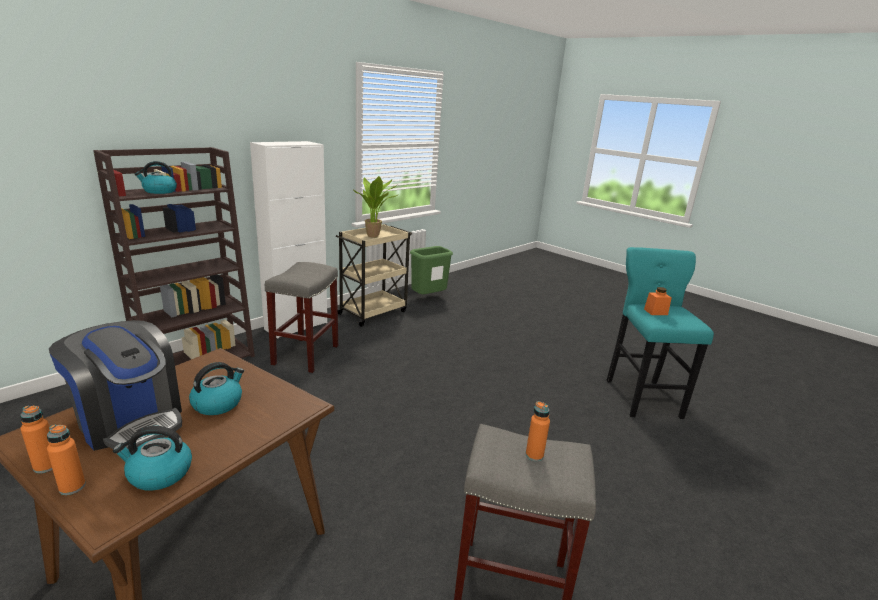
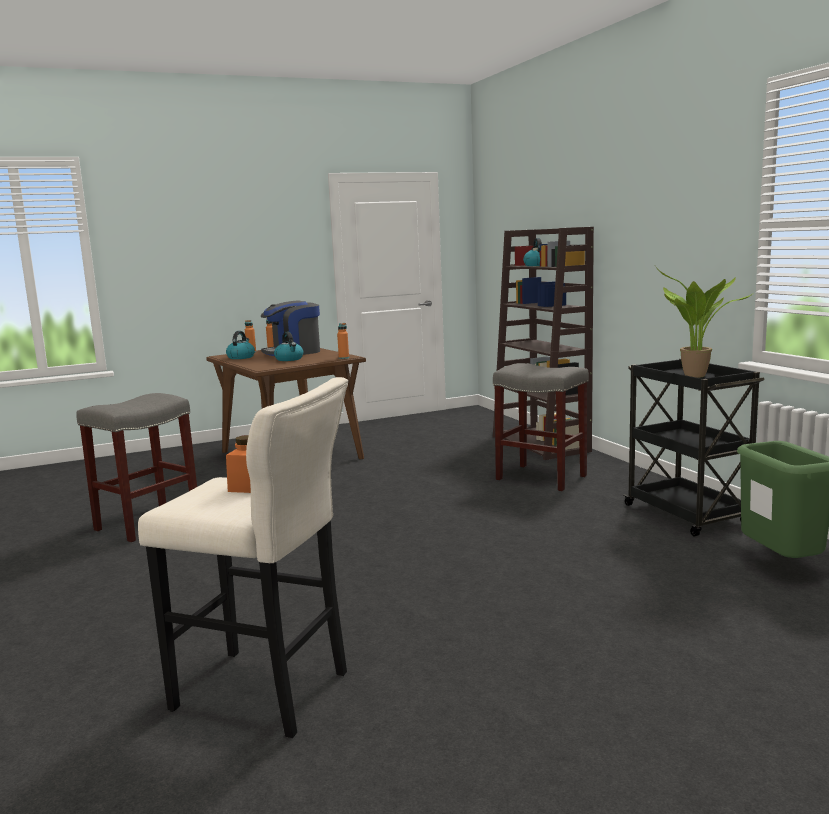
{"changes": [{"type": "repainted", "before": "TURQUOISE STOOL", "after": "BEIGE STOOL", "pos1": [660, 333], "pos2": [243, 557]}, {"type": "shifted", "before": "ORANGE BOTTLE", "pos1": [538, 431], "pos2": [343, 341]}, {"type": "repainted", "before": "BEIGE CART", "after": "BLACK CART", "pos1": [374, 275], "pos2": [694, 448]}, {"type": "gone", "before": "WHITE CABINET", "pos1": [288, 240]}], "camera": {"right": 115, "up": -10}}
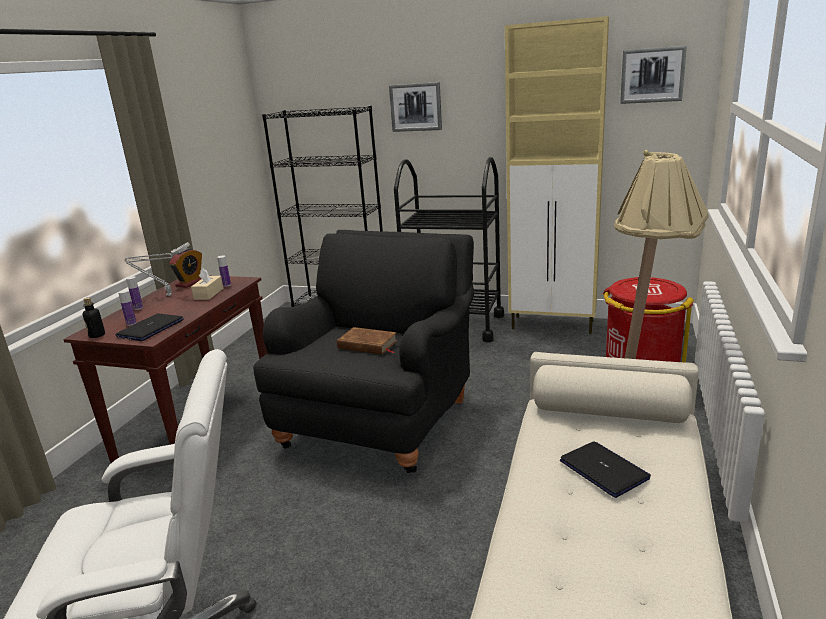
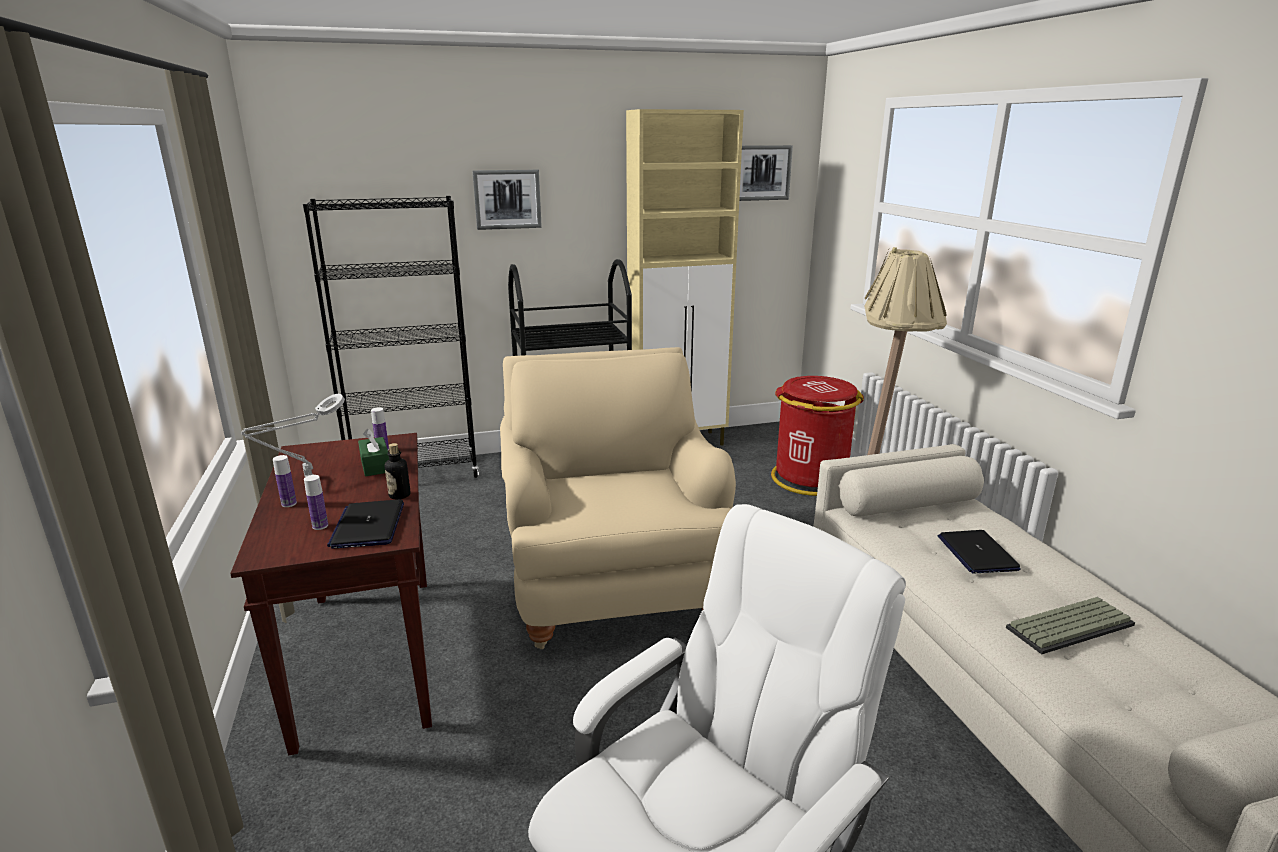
{"changes": [{"type": "repainted", "before": "BEIGE TISSUE BOX", "after": "GREEN TISSUE BOX", "pos1": [207, 284], "pos2": [373, 452]}, {"type": "shifted", "before": "BOTTLE", "pos1": [93, 317], "pos2": [397, 471]}, {"type": "repainted", "before": "BLACK ARMCHAIR", "after": "BEIGE ARMCHAIR", "pos1": [363, 351], "pos2": [618, 498]}, {"type": "rotated", "before": "LAPTOP", "pos1": [605, 469], "pos2": [979, 552], "turn": -120}, {"type": "new", "after": "KEYBOARD", "pos2": [1070, 625]}, {"type": "gone", "before": "ALARM CLOCK", "pos1": [185, 268]}, {"type": "gone", "before": "BROWN BOOK", "pos1": [367, 341]}], "camera": {"right": -35, "up": 0}}
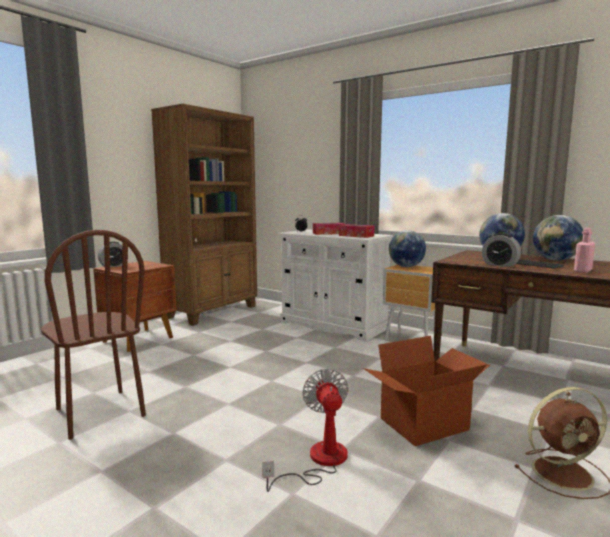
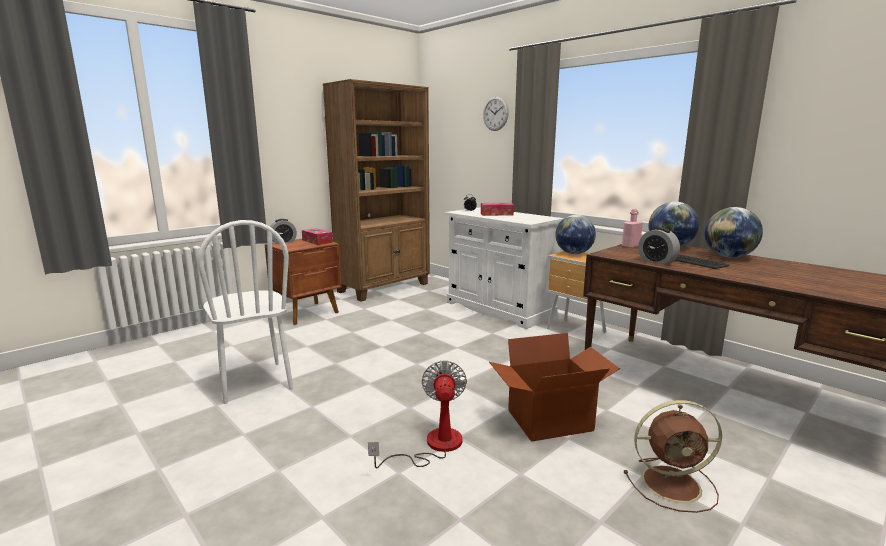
{"changes": [{"type": "repainted", "before": "BROWN CHAIR", "after": "WHITE CHAIR", "pos1": [93, 335], "pos2": [245, 312]}, {"type": "shifted", "before": "TISSUE BOX", "pos1": [357, 231], "pos2": [317, 236]}, {"type": "new", "after": "WALL CLOCK", "pos2": [496, 113]}, {"type": "shifted", "before": "PINK BOTTLE", "pos1": [584, 250], "pos2": [632, 228]}], "camera": {"right": 10, "up": 5}}
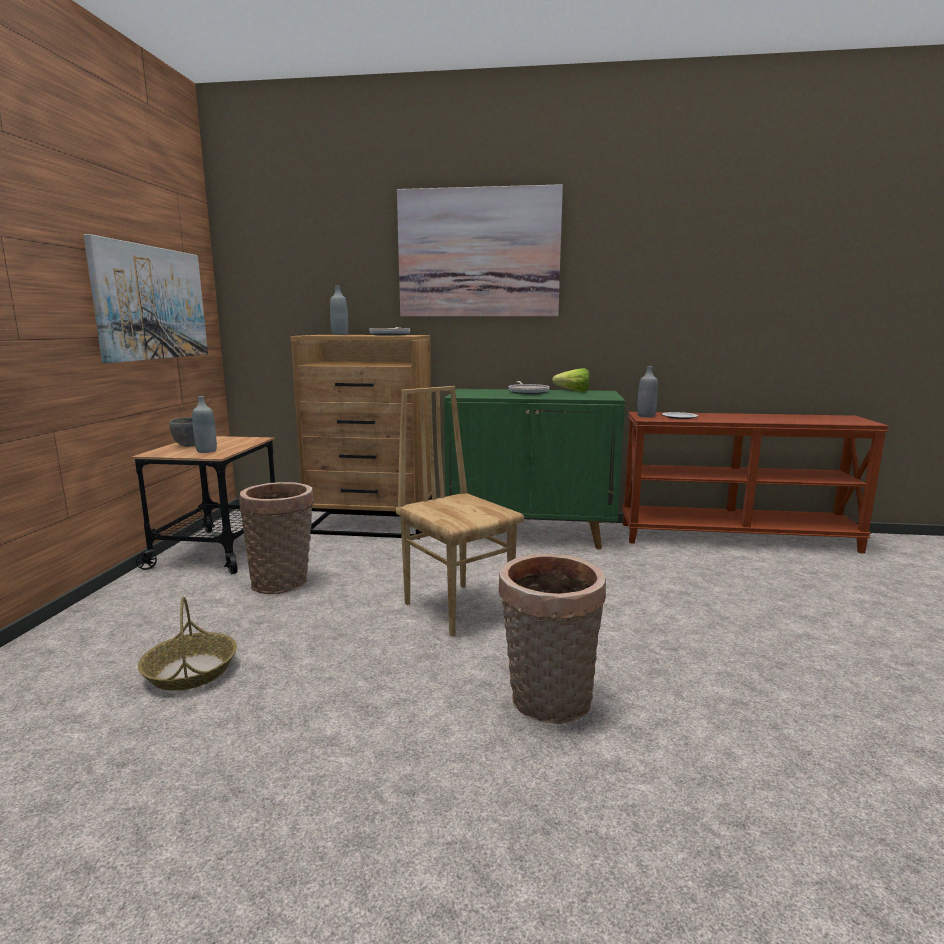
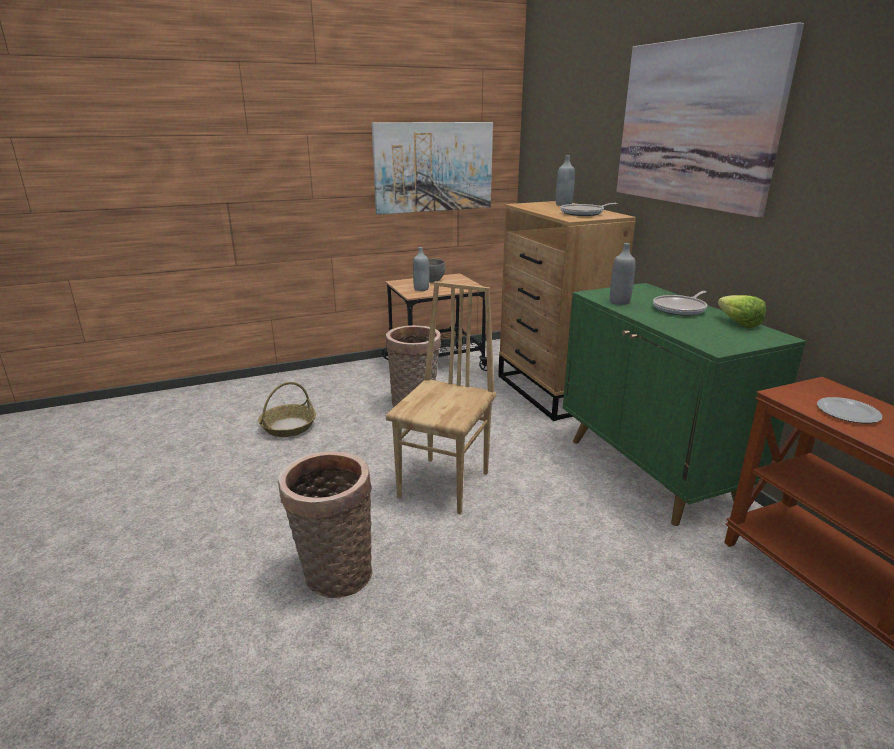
{"changes": [{"type": "shifted", "before": "GREY BOTTLE", "pos1": [647, 391], "pos2": [622, 274]}], "camera": {"right": 60, "up": 10}}
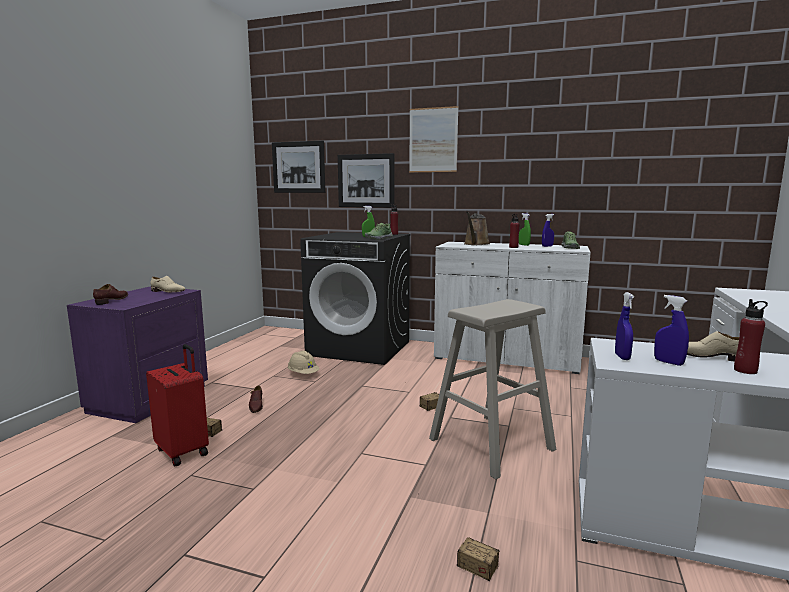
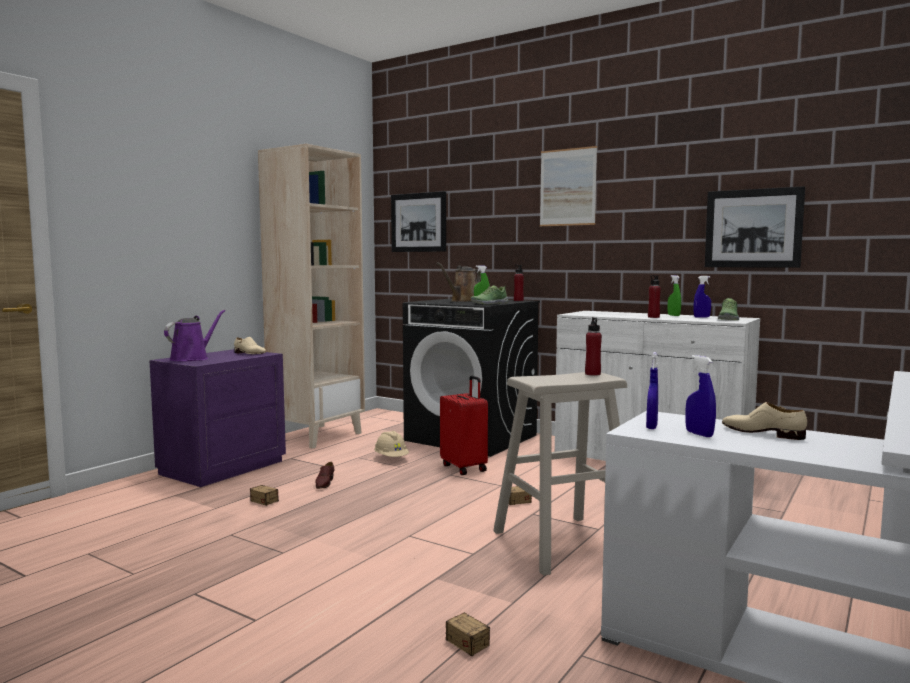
{"changes": [{"type": "swapped", "before": "BROWN SHOE", "after": "PURPLE WATERING CAN", "pos1": [110, 294], "pos2": [194, 335]}, {"type": "new", "after": "BEIGE BOOKCASE", "pos2": [311, 296]}, {"type": "shifted", "before": "BROWN WATERING CAN", "pos1": [477, 228], "pos2": [459, 282]}, {"type": "shifted", "before": "RED SUITCASE", "pos1": [177, 405], "pos2": [464, 425]}, {"type": "shifted", "before": "RED BOTTLE", "pos1": [751, 336], "pos2": [593, 346]}, {"type": "shifted", "before": "PICTURE", "pos1": [366, 180], "pos2": [755, 227]}], "camera": {"right": 15, "up": -5}}
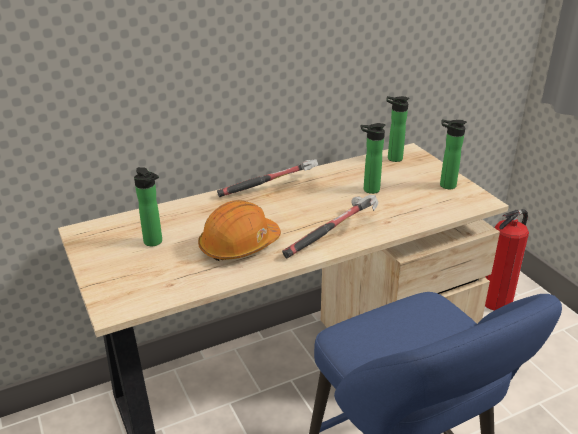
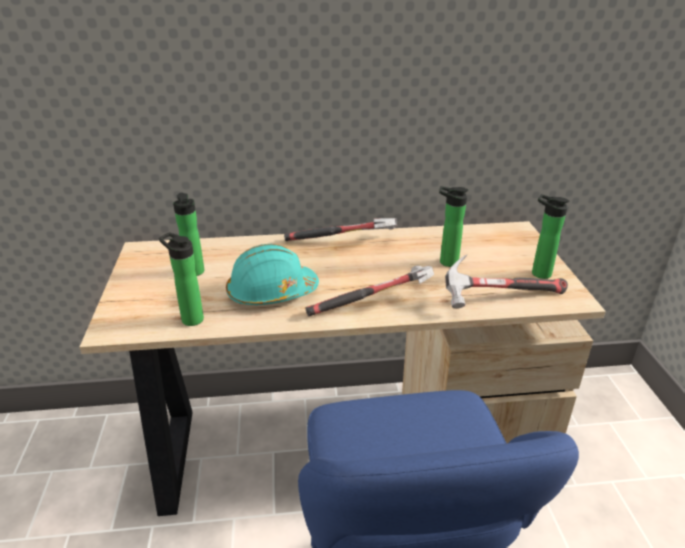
{"changes": [{"type": "shifted", "before": "BOTTLE", "pos1": [398, 129], "pos2": [181, 279]}, {"type": "repainted", "before": "ORANGE HARD HAT", "after": "TURQUOISE HARD HAT", "pos1": [239, 230], "pos2": [272, 274]}, {"type": "new", "after": "HAMMER", "pos2": [506, 282]}, {"type": "gone", "before": "FIRE EXTINGUISHER", "pos1": [507, 260]}], "camera": {"right": 20, "up": 0}}
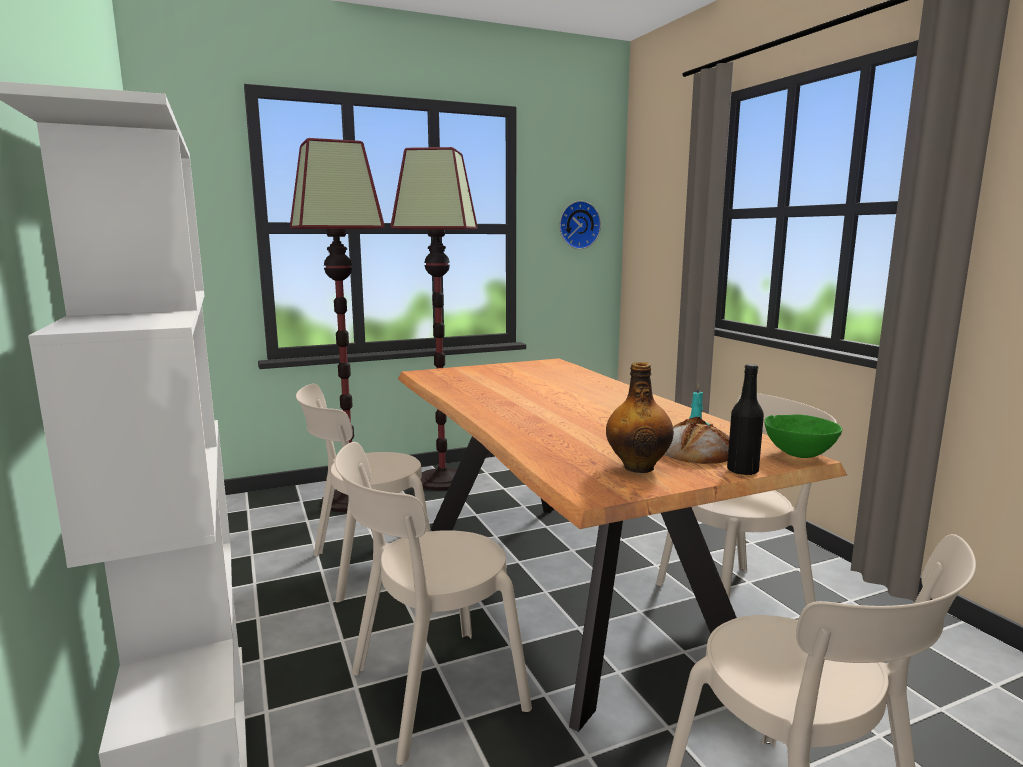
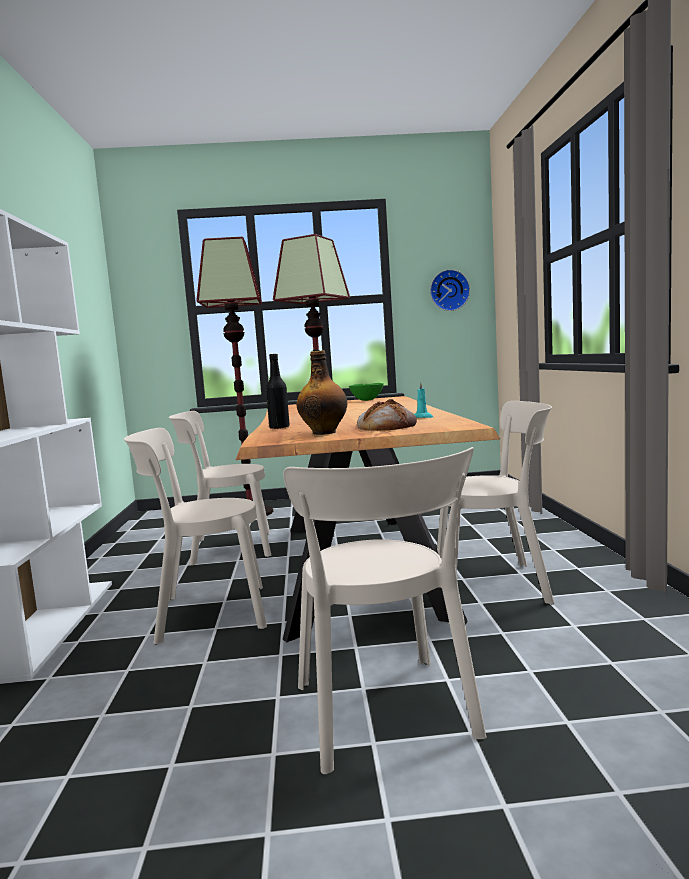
{"changes": [{"type": "shifted", "before": "BLACK BOTTLE", "pos1": [745, 419], "pos2": [278, 391]}, {"type": "shifted", "before": "GREEN BOWL", "pos1": [803, 436], "pos2": [366, 392]}], "camera": {"right": 20, "up": -5}}
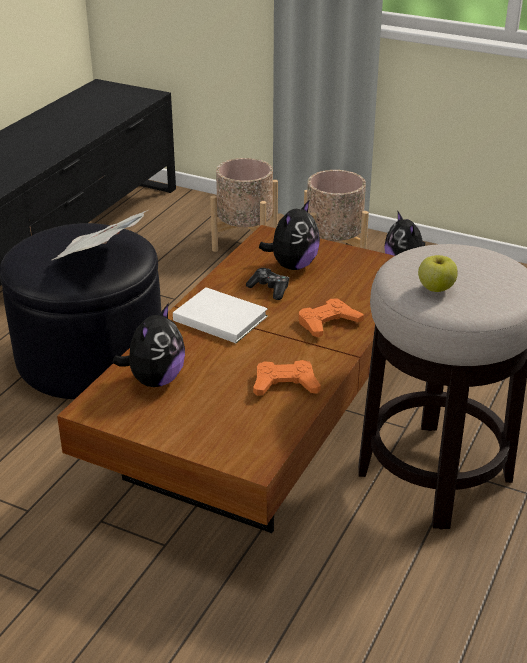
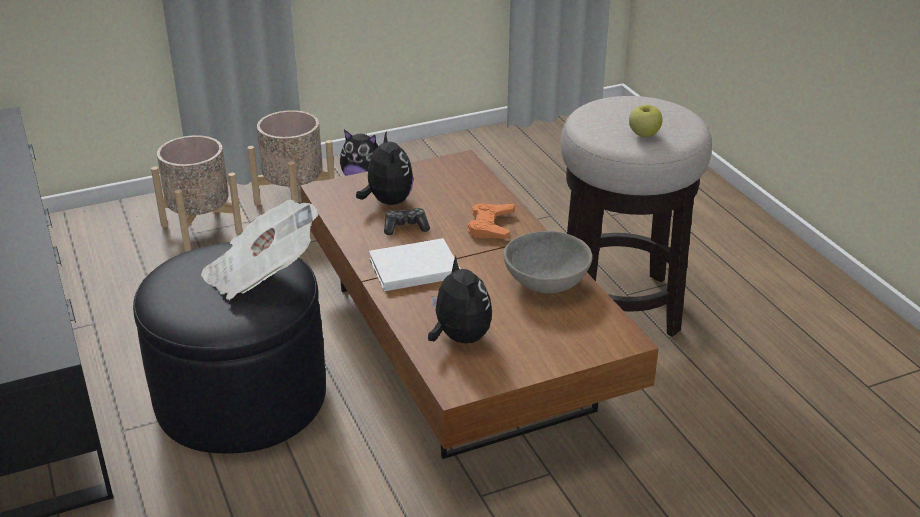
{"changes": [{"type": "swapped", "before": "ORANGE GAME CONTROLLER", "after": "GREY BOWL", "pos1": [287, 378], "pos2": [547, 262]}], "camera": {"right": -50, "up": 0}}
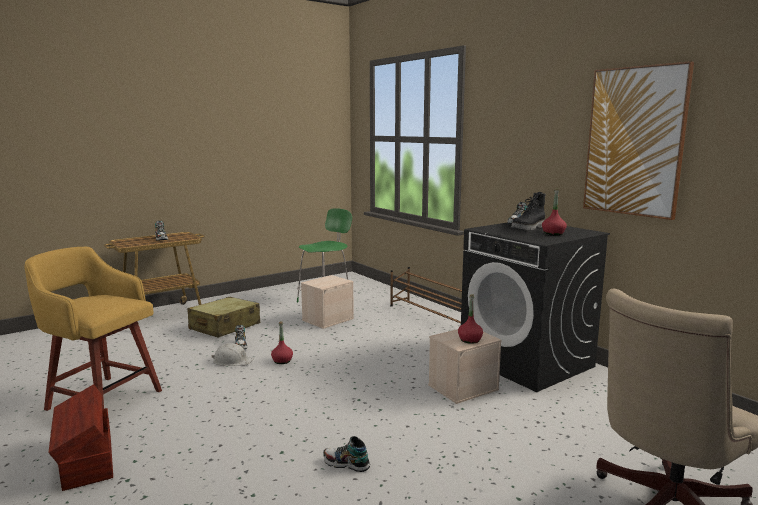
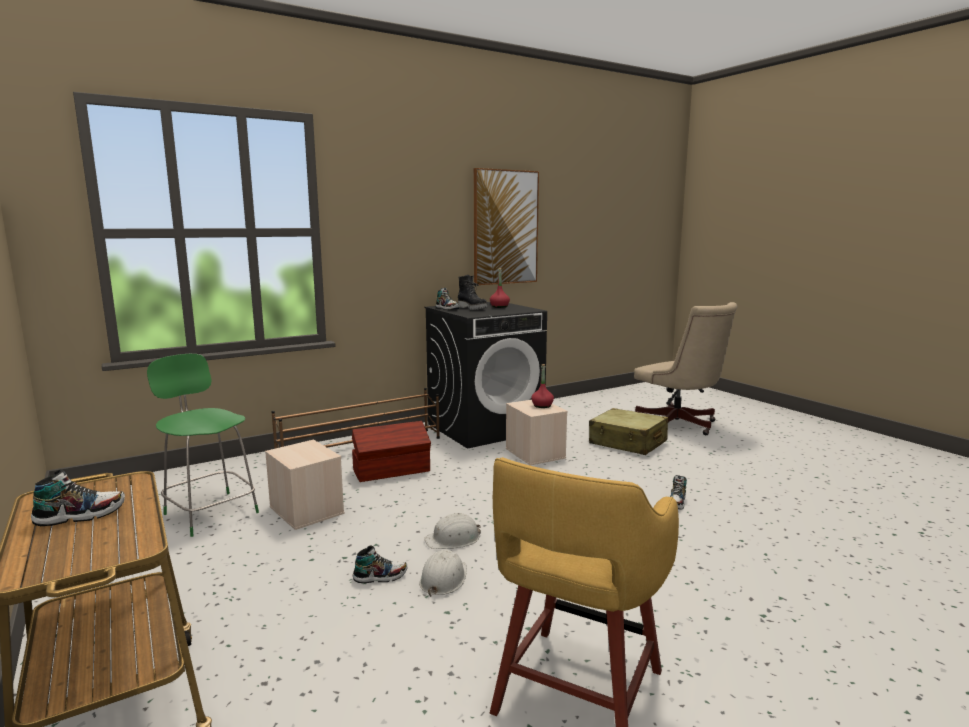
{"changes": [{"type": "shifted", "before": "BROWN STORAGE BOX", "pos1": [81, 437], "pos2": [391, 451]}, {"type": "swapped", "before": "RED BOTTLE", "after": "WHITE HARD HAT", "pos1": [282, 342], "pos2": [452, 531]}, {"type": "shifted", "before": "BEIGE SUITCASE", "pos1": [223, 317], "pos2": [628, 431]}], "camera": {"right": -85, "up": 0}}
